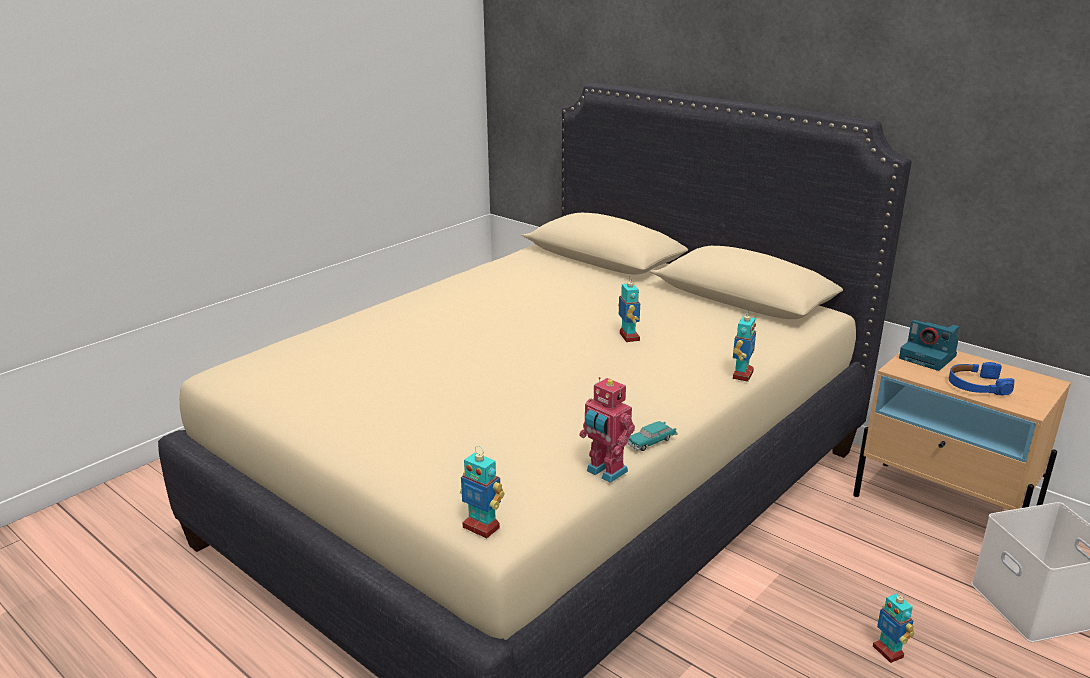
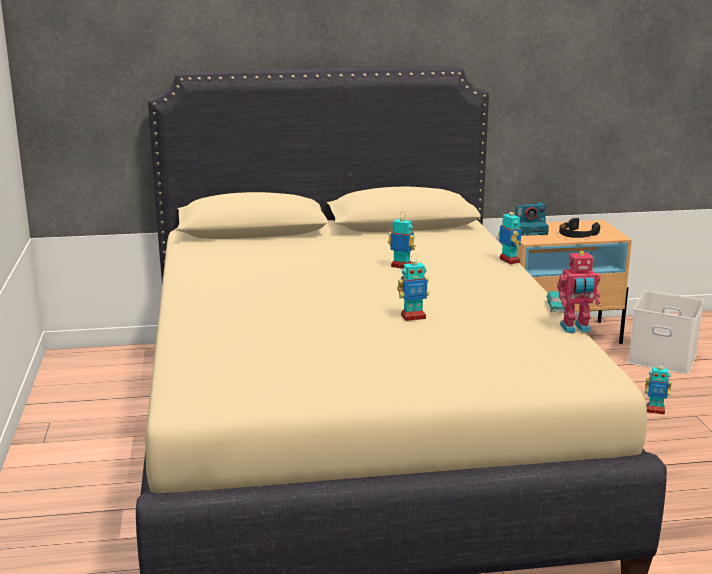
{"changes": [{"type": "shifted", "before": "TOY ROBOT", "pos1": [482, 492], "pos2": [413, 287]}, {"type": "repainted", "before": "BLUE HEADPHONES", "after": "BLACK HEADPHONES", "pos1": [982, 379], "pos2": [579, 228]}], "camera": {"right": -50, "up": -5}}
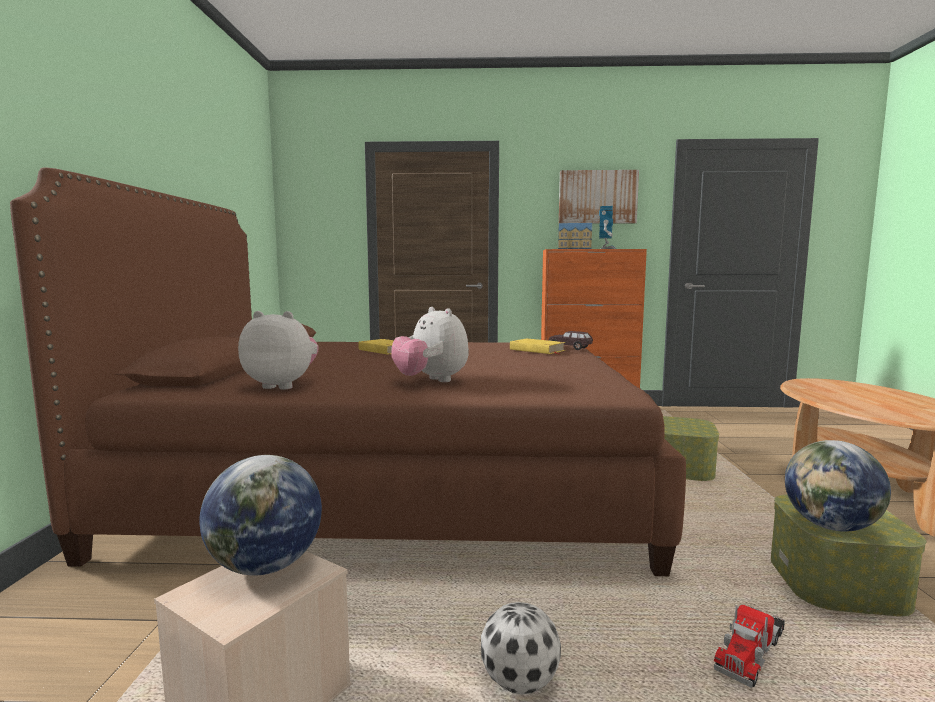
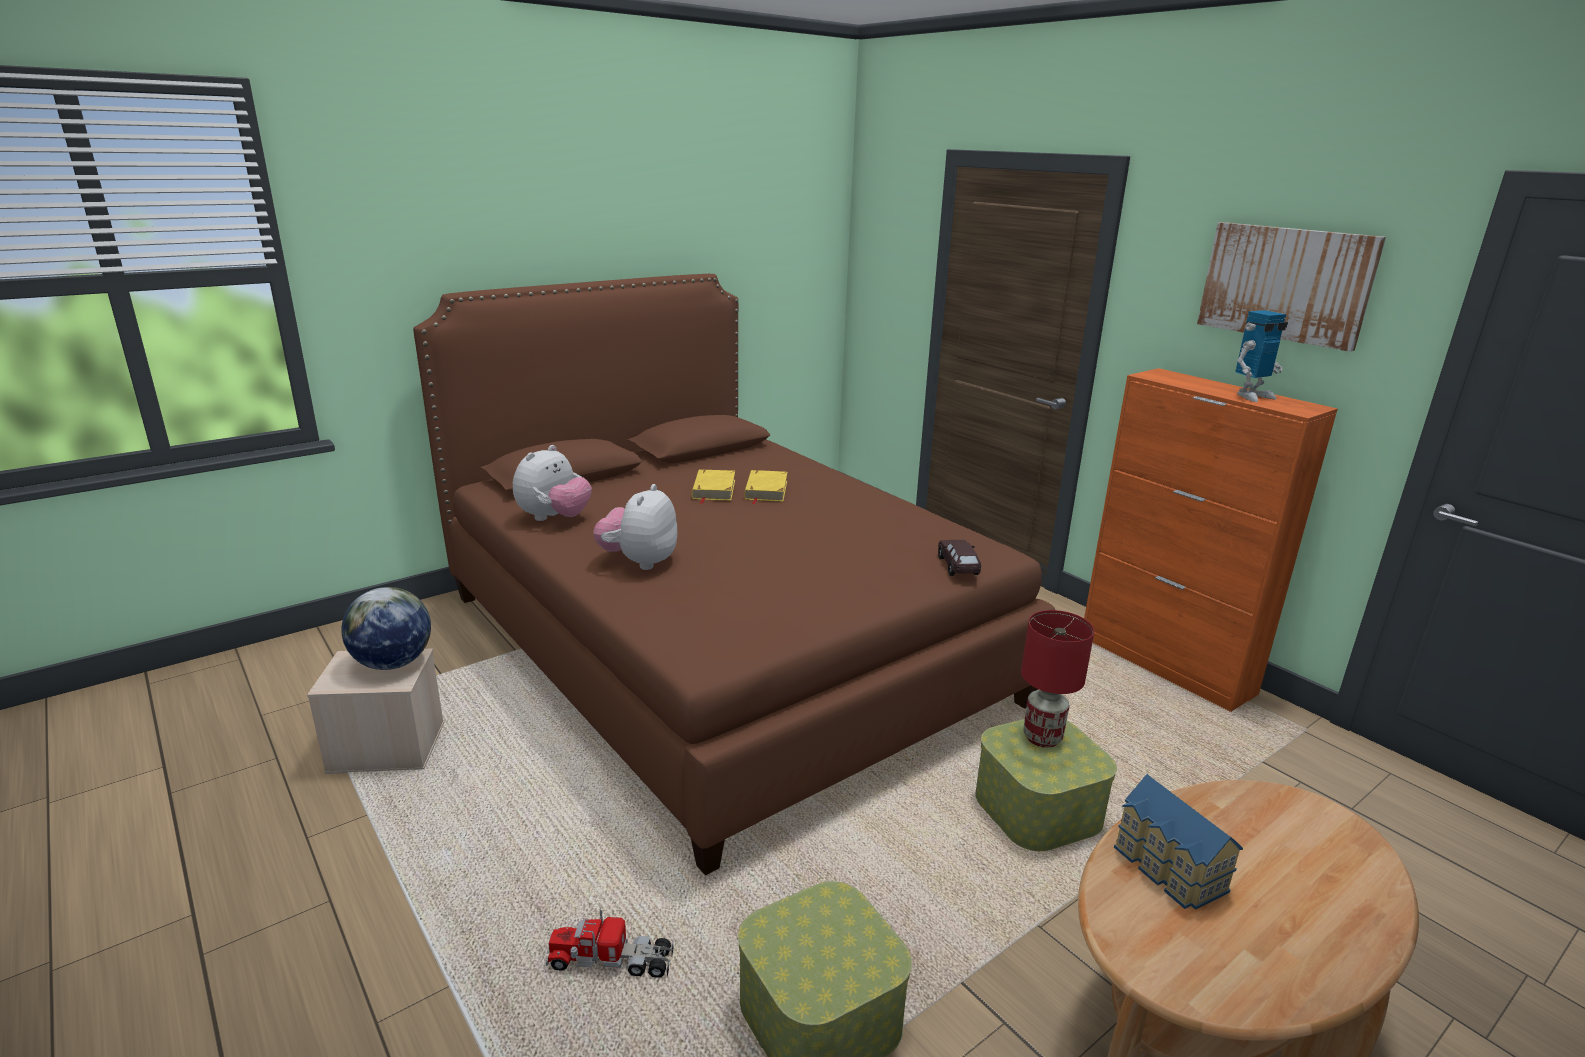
{"changes": [{"type": "rotated", "before": "PLUSH TOY", "pos1": [278, 350], "pos2": [552, 483], "turn": 60}, {"type": "shifted", "before": "YELLOW BOOK", "pos1": [537, 346], "pos2": [713, 486]}, {"type": "new", "after": "RED TABLE LAMP", "pos2": [1057, 679]}, {"type": "shifted", "before": "TOY HOUSE", "pos1": [575, 236], "pos2": [1178, 842]}, {"type": "gone", "before": "FOOTBALL", "pos1": [521, 648]}, {"type": "gone", "before": "GLOBE", "pos1": [838, 486]}], "camera": {"right": 50, "up": 15}}
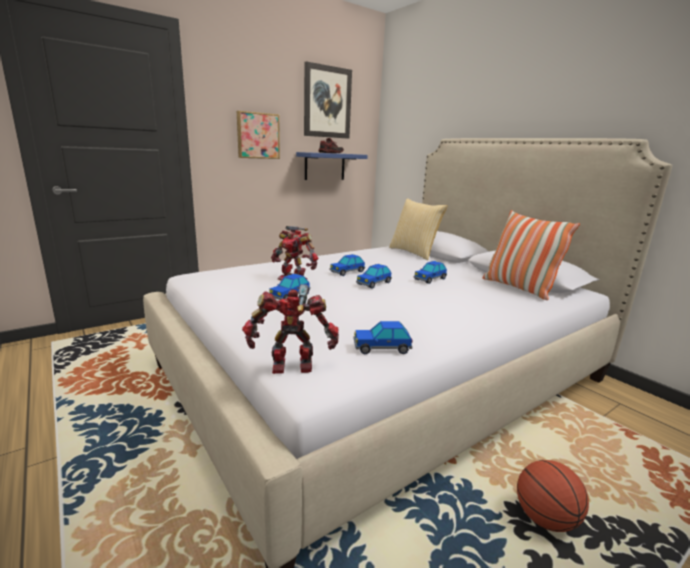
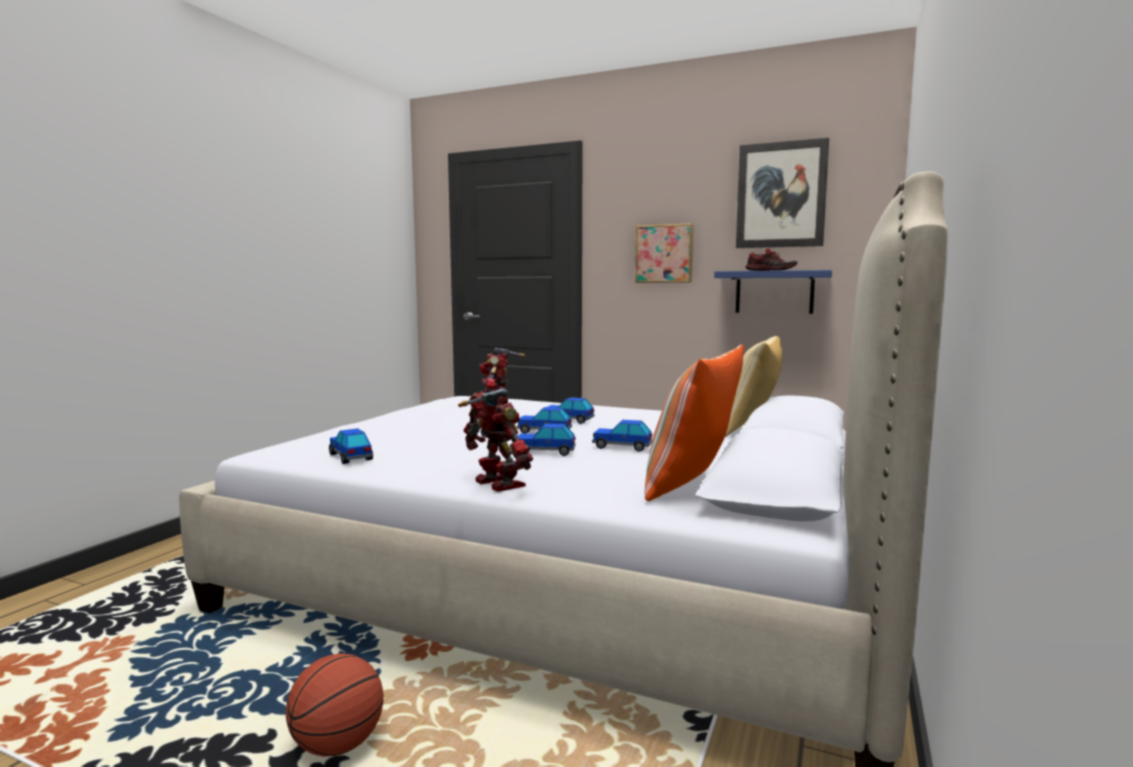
{"changes": [{"type": "shifted", "before": "TOY ROBOT", "pos1": [290, 329], "pos2": [495, 440]}, {"type": "shifted", "before": "TOY CAR", "pos1": [289, 286], "pos2": [547, 440]}], "camera": {"right": 60, "up": -10}}
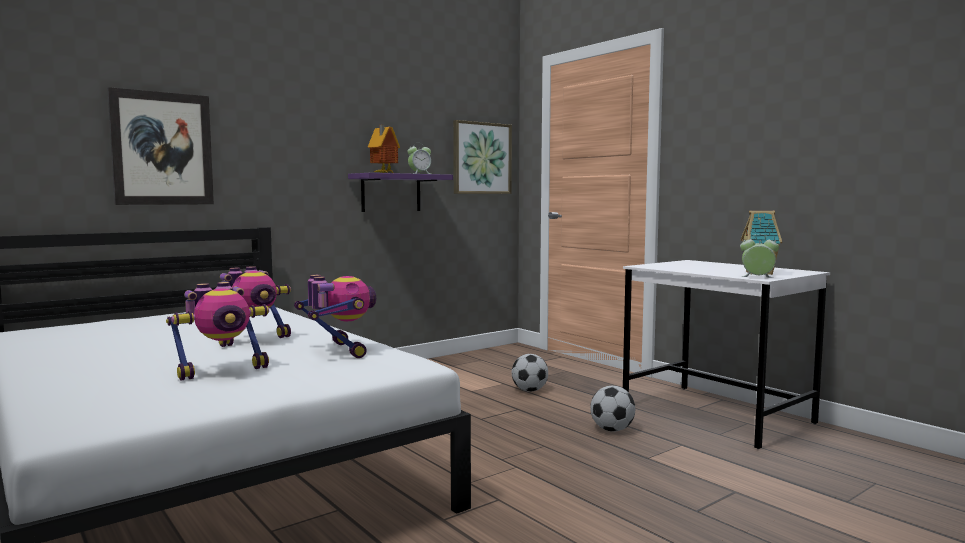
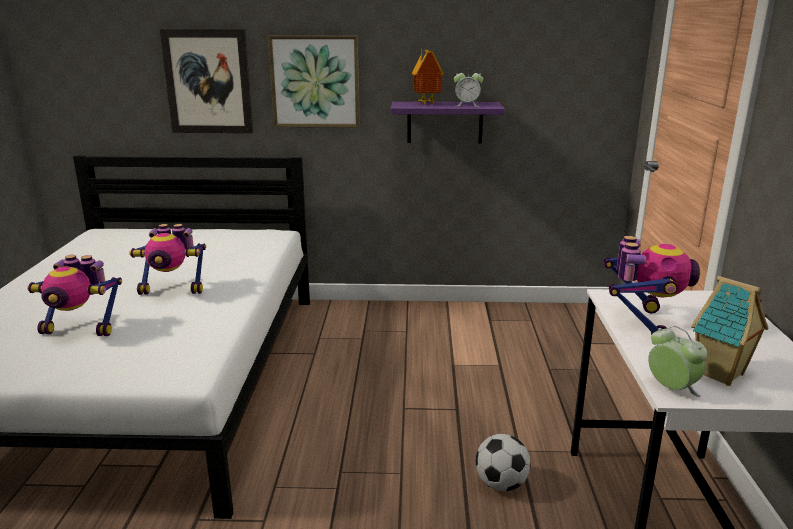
{"changes": [{"type": "shifted", "before": "PICTURE", "pos1": [482, 157], "pos2": [314, 81]}, {"type": "shifted", "before": "TOY ROBOT", "pos1": [335, 316], "pos2": [652, 286]}, {"type": "gone", "before": "FOOTBALL", "pos1": [530, 373]}], "camera": {"right": 40, "up": 15}}
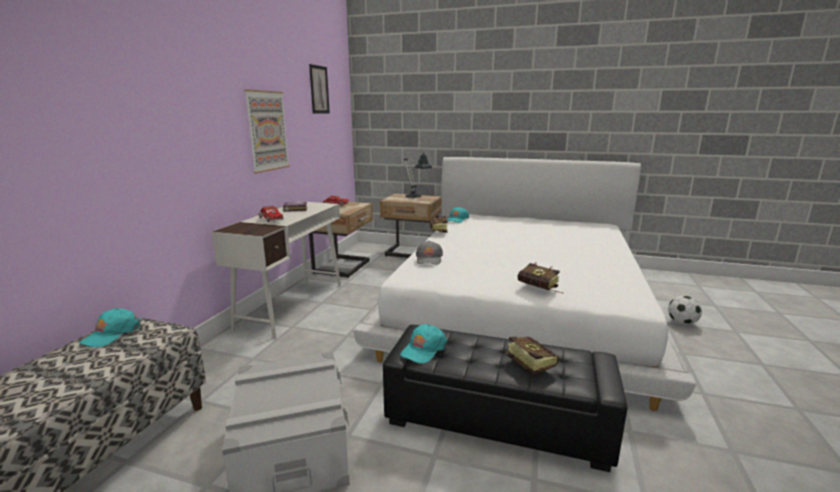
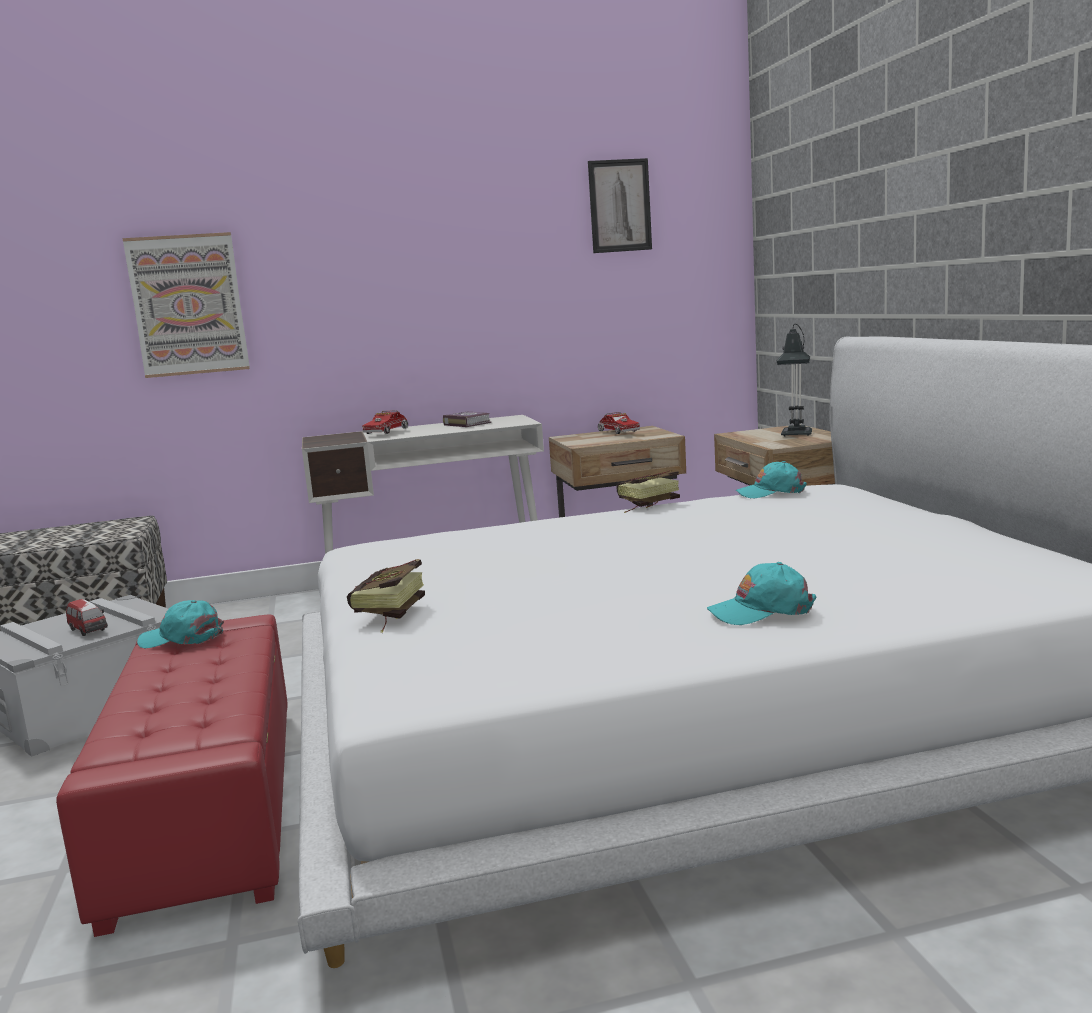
{"changes": [{"type": "repainted", "before": "BLACK OTTOMAN", "after": "RED OTTOMAN", "pos1": [505, 398], "pos2": [172, 776]}, {"type": "new", "after": "TOY CAR", "pos2": [87, 617]}, {"type": "shifted", "before": "PICTURE", "pos1": [267, 131], "pos2": [186, 305]}, {"type": "shifted", "before": "TURQUOISE CAP", "pos1": [110, 327], "pos2": [761, 593]}, {"type": "gone", "before": "GREY CAP", "pos1": [429, 252]}, {"type": "gone", "before": "BOOK", "pos1": [532, 356]}, {"type": "gone", "before": "FOOTBALL", "pos1": [685, 310]}], "camera": {"right": 60, "up": -5}}
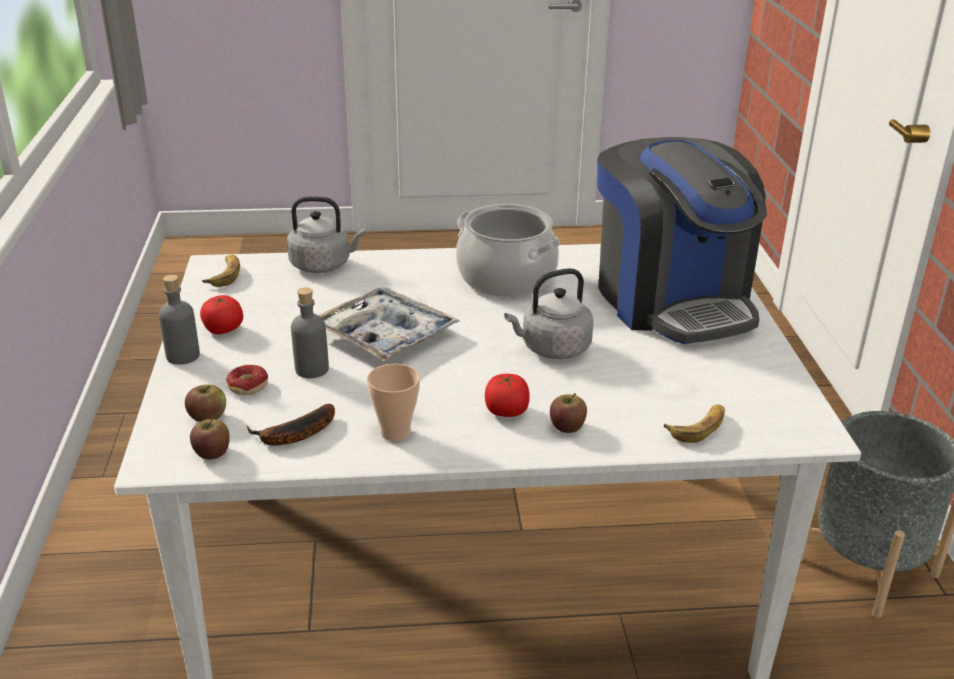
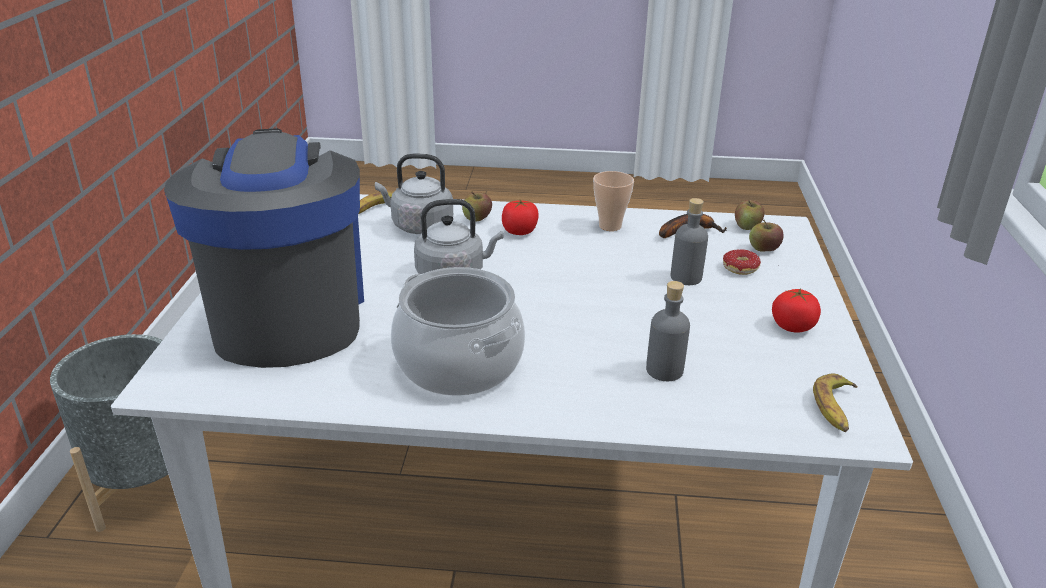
{"changes": [{"type": "shifted", "before": "GREY KETTLE", "pos1": [326, 234], "pos2": [414, 194]}, {"type": "shifted", "before": "GREY BOTTLE", "pos1": [179, 320], "pos2": [668, 331]}, {"type": "gone", "before": "TRAY", "pos1": [389, 324]}], "camera": {"right": -170, "up": 0}}
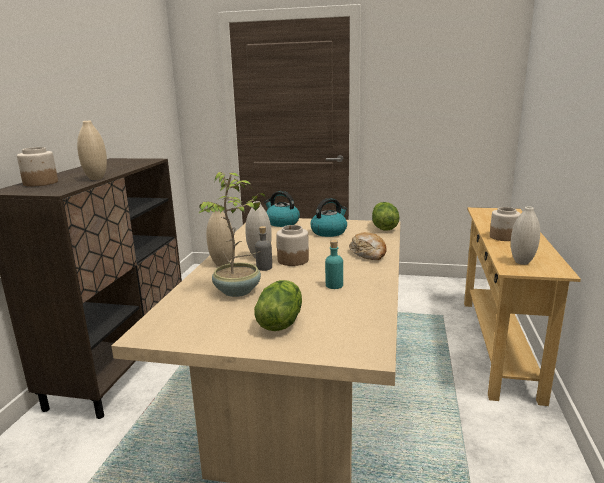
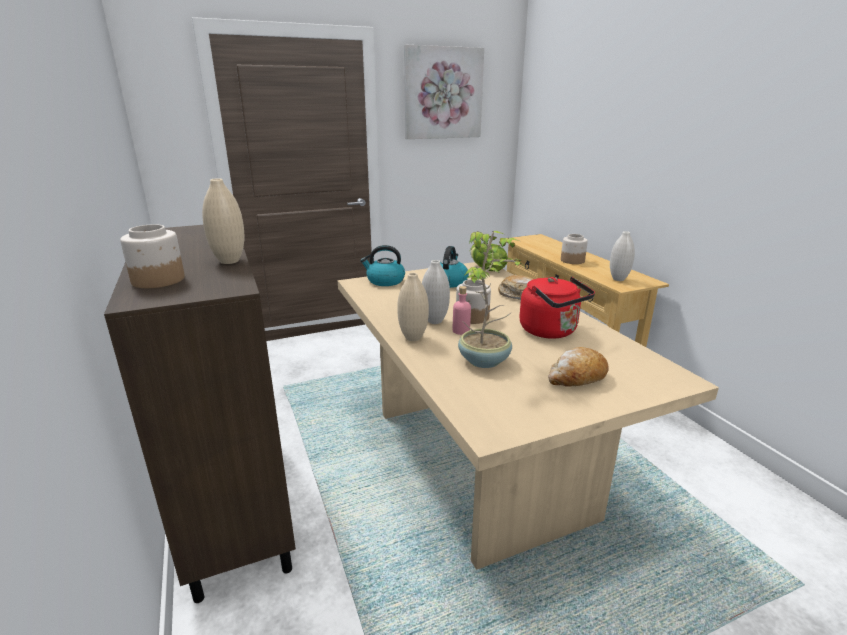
{"changes": [{"type": "new", "after": "PICTURE", "pos2": [444, 92]}, {"type": "repainted", "before": "GREY BOTTLE", "after": "PINK BOTTLE", "pos1": [263, 248], "pos2": [462, 310]}, {"type": "swapped", "before": "TURQUOISE BOTTLE", "after": "RED KETTLE", "pos1": [334, 264], "pos2": [557, 308]}, {"type": "swapped", "before": "LETTUCE", "after": "BREAD", "pos1": [278, 305], "pos2": [578, 367]}], "camera": {"right": -35, "up": 5}}
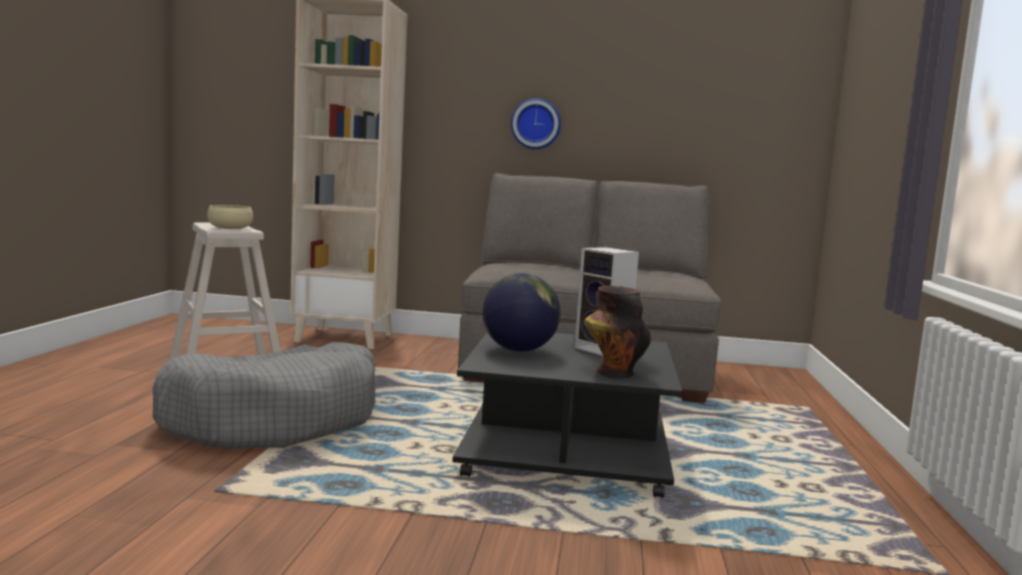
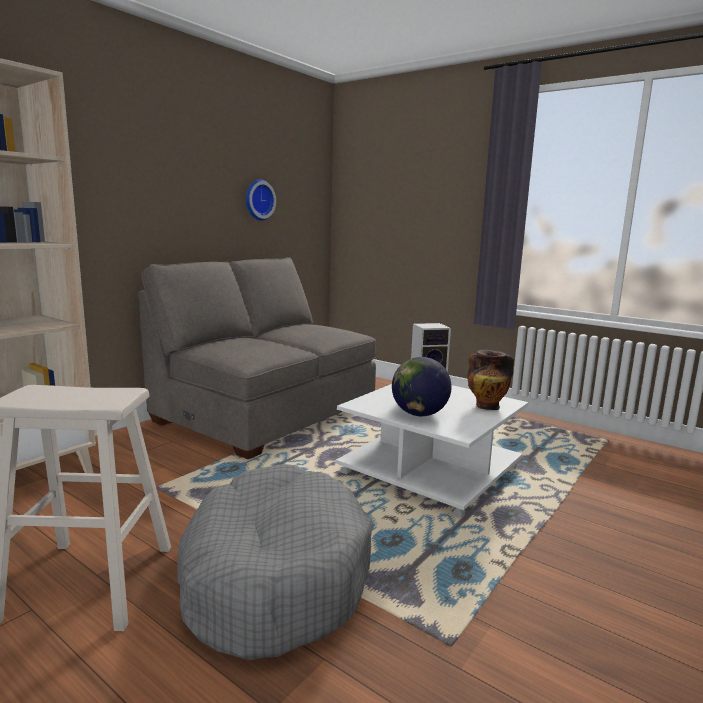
{"changes": [{"type": "shifted", "before": "WALL CLOCK", "pos1": [536, 123], "pos2": [261, 200]}, {"type": "repainted", "before": "BLACK COFFEE TABLE", "after": "WHITE COFFEE TABLE", "pos1": [567, 415], "pos2": [432, 450]}, {"type": "gone", "before": "BEIGE BOWL", "pos1": [230, 217]}], "camera": {"right": -60, "up": 5}}
